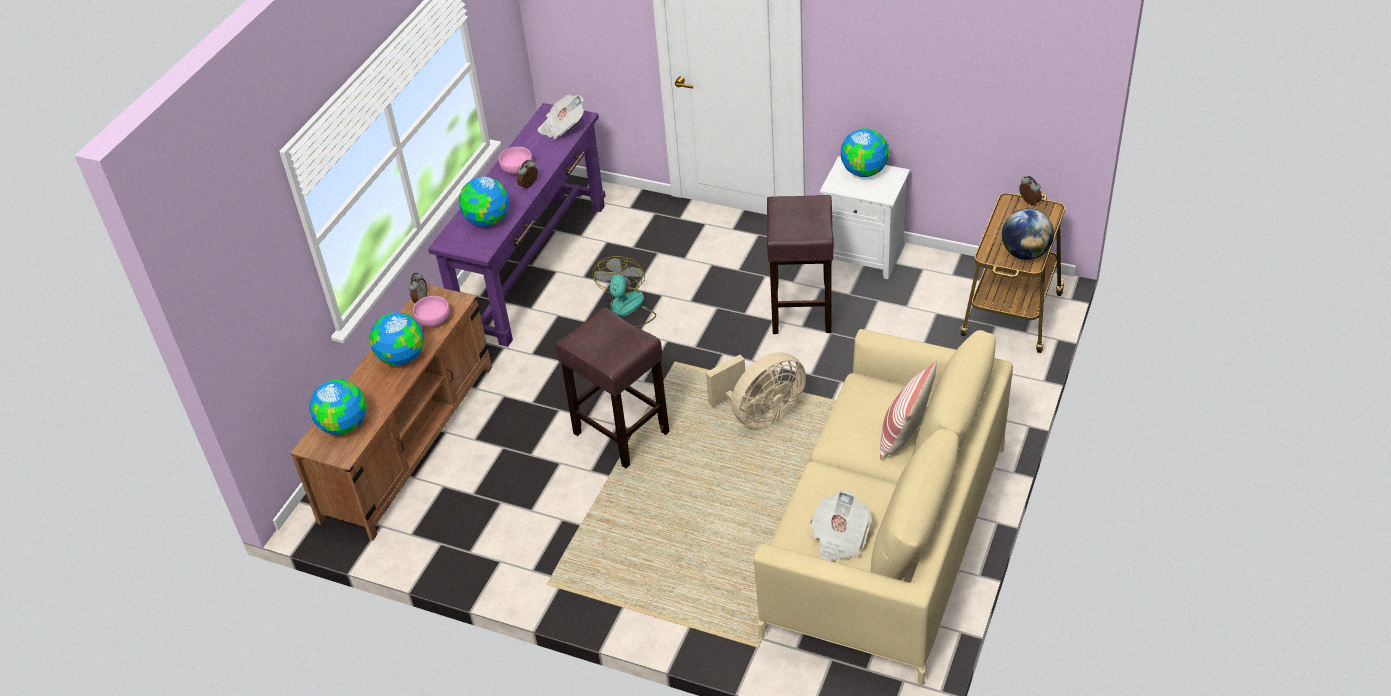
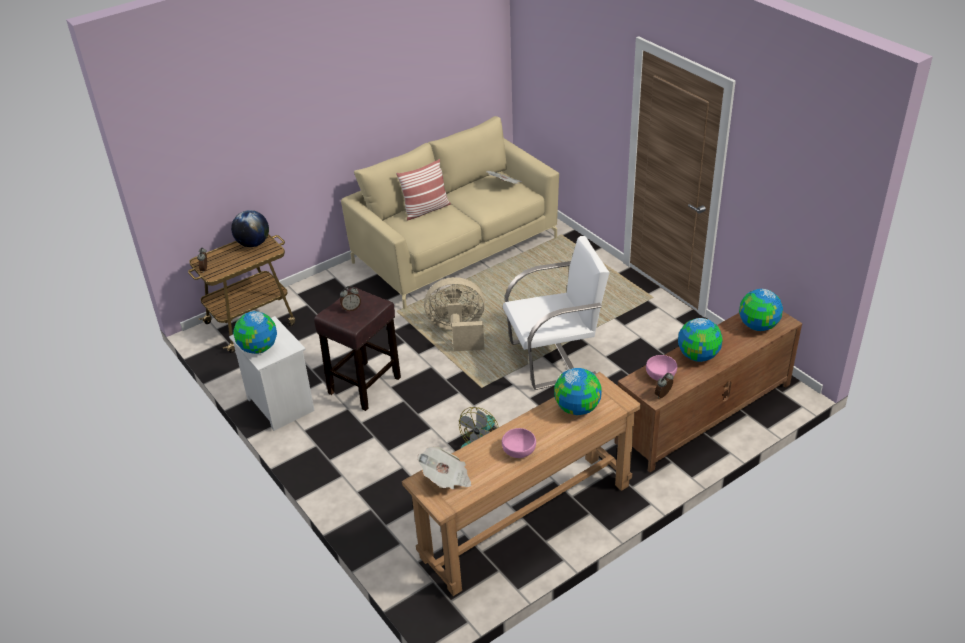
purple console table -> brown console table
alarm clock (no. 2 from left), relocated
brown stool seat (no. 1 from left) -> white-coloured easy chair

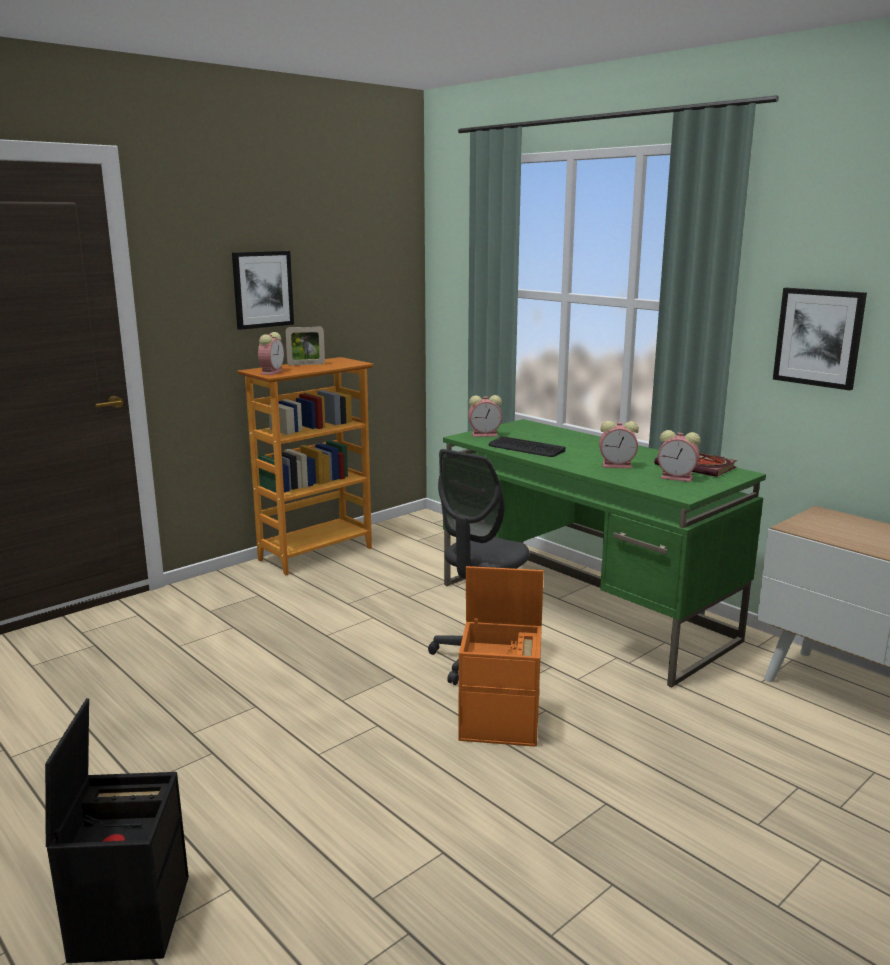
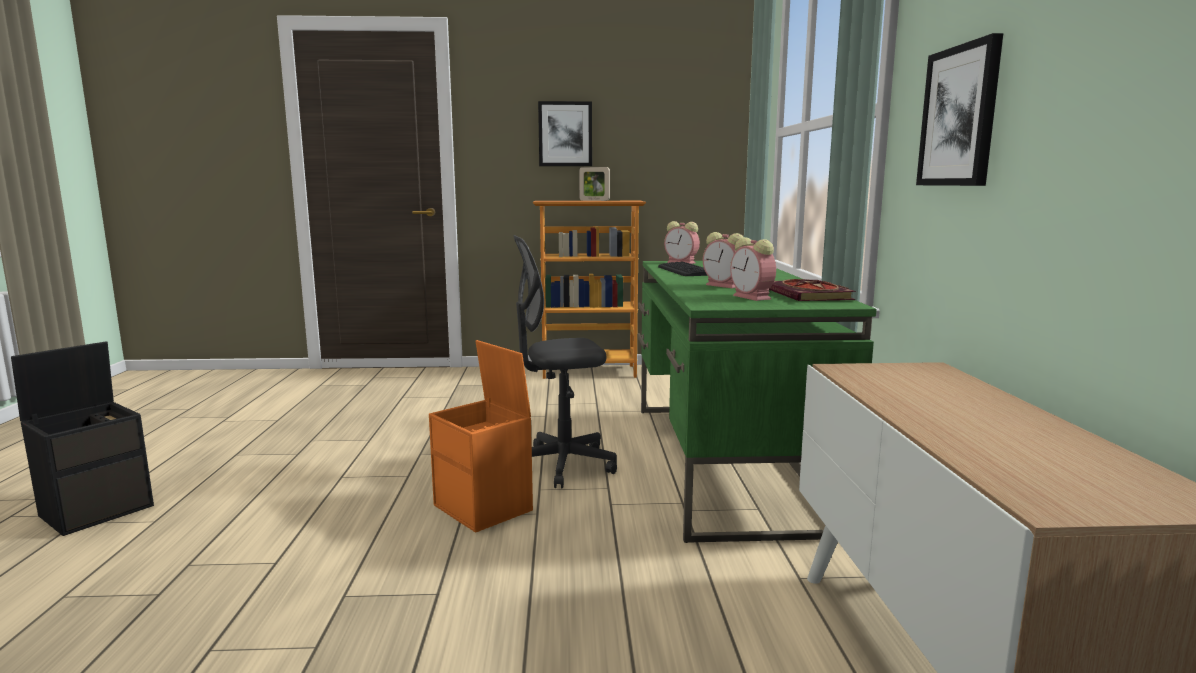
alarm clock (no. 1 from left) -> none

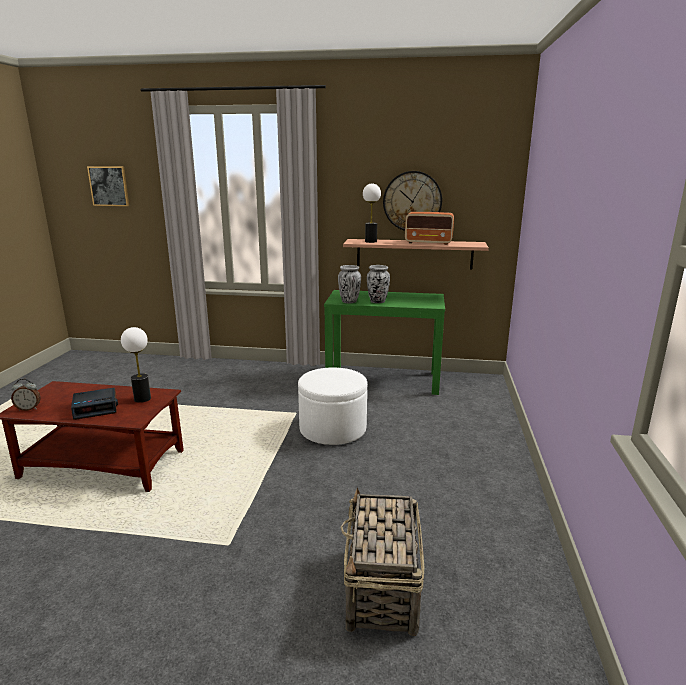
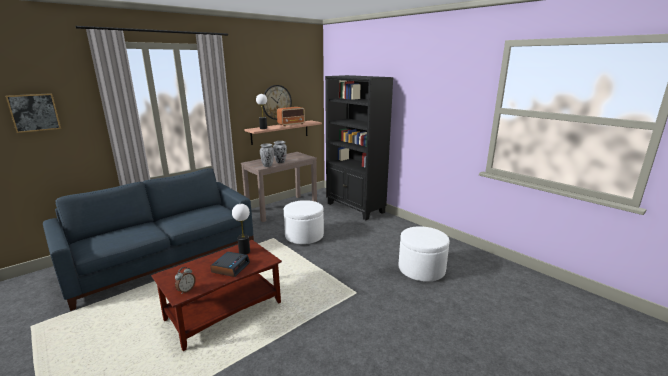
green console table -> brown console table
storage basket -> white-coloured ottoman (no. 2 from left)
none -> blue settee
none -> black shelving unit

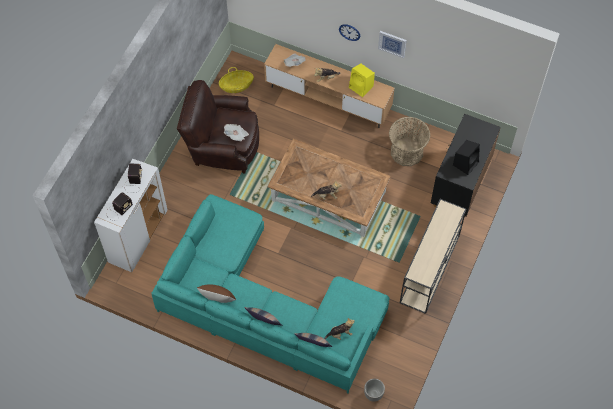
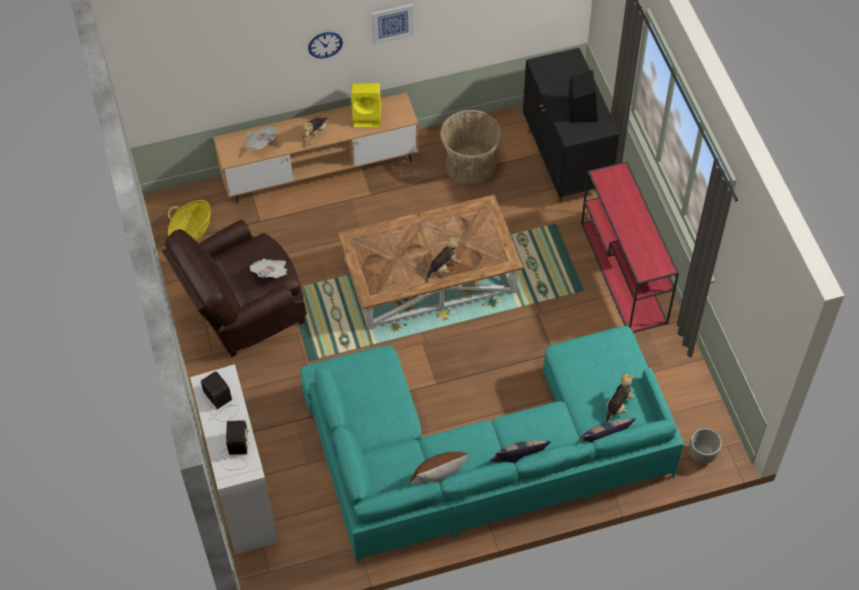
sand-coloured console table -> red console table

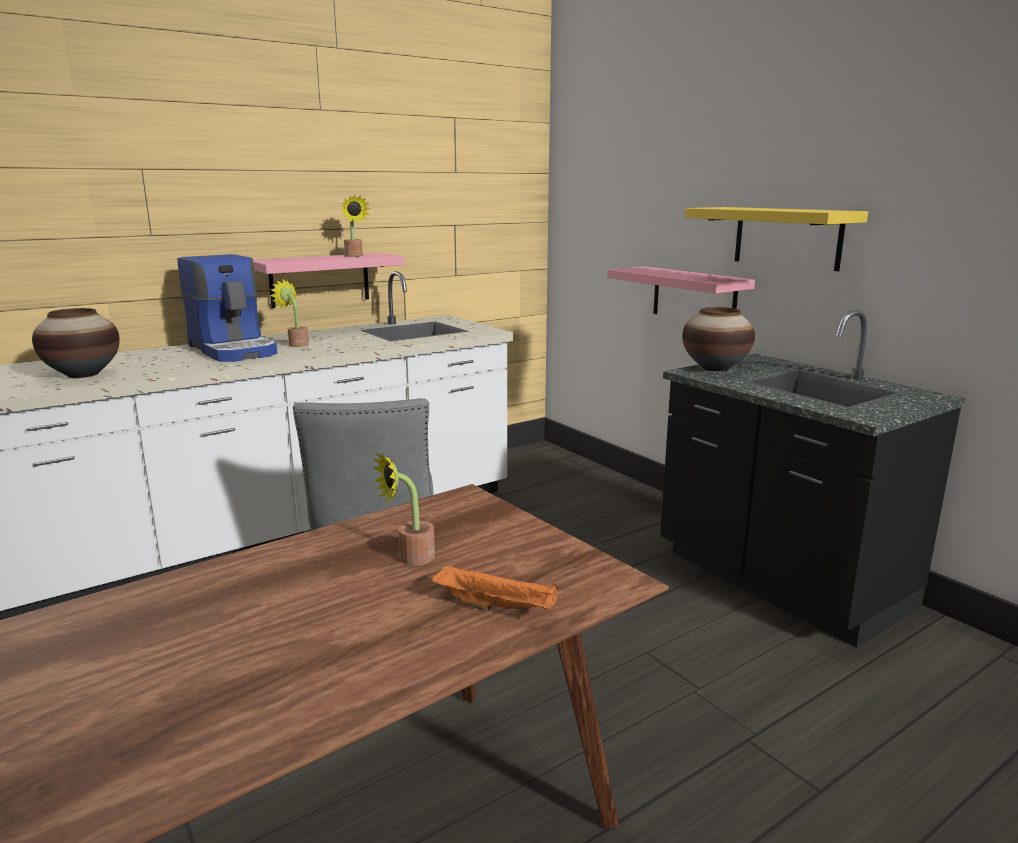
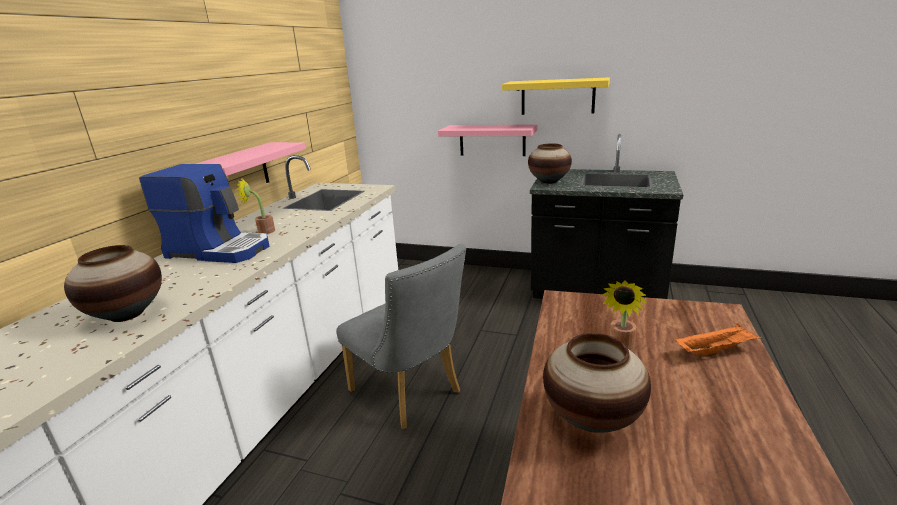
potted plant (no. 2 from left) -> none
none -> vase (no. 3 from left)

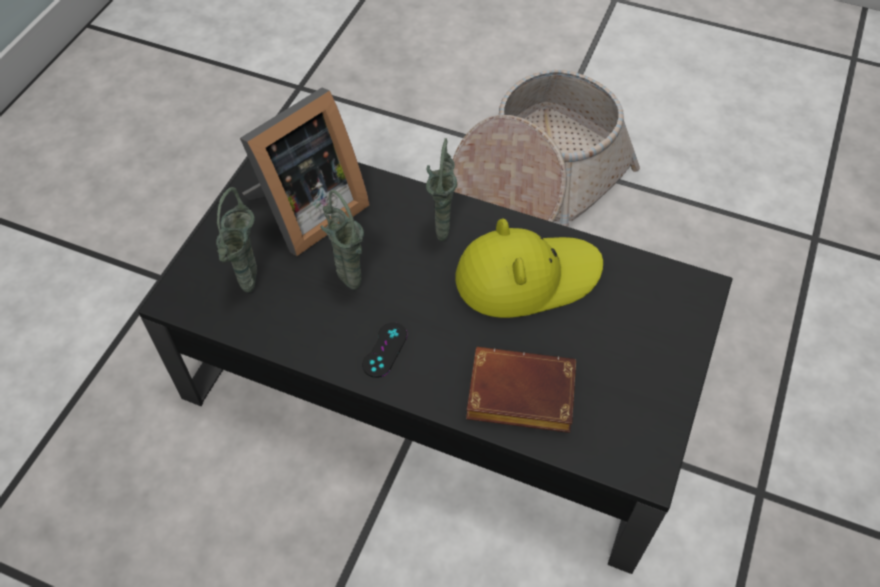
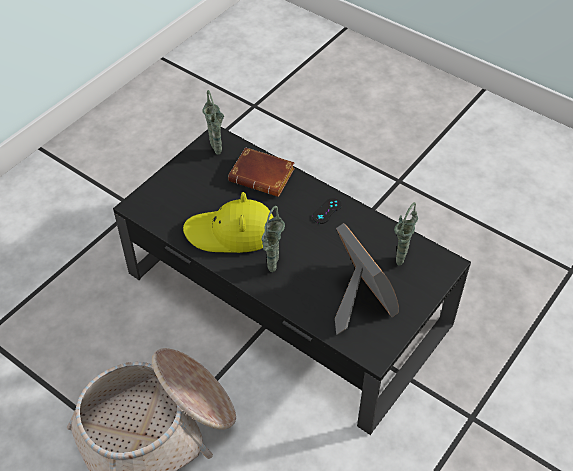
photo frame, 90 degrees clockwise
green vase (no. 2 from left in the first image) -> green vase (no. 1 from left), relocated

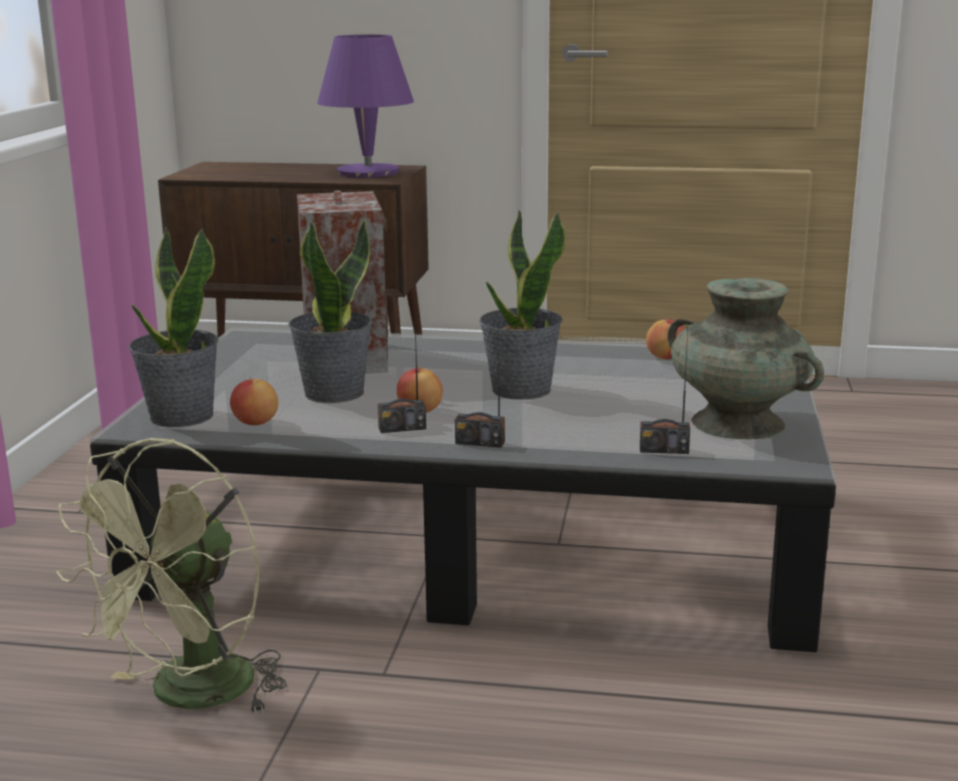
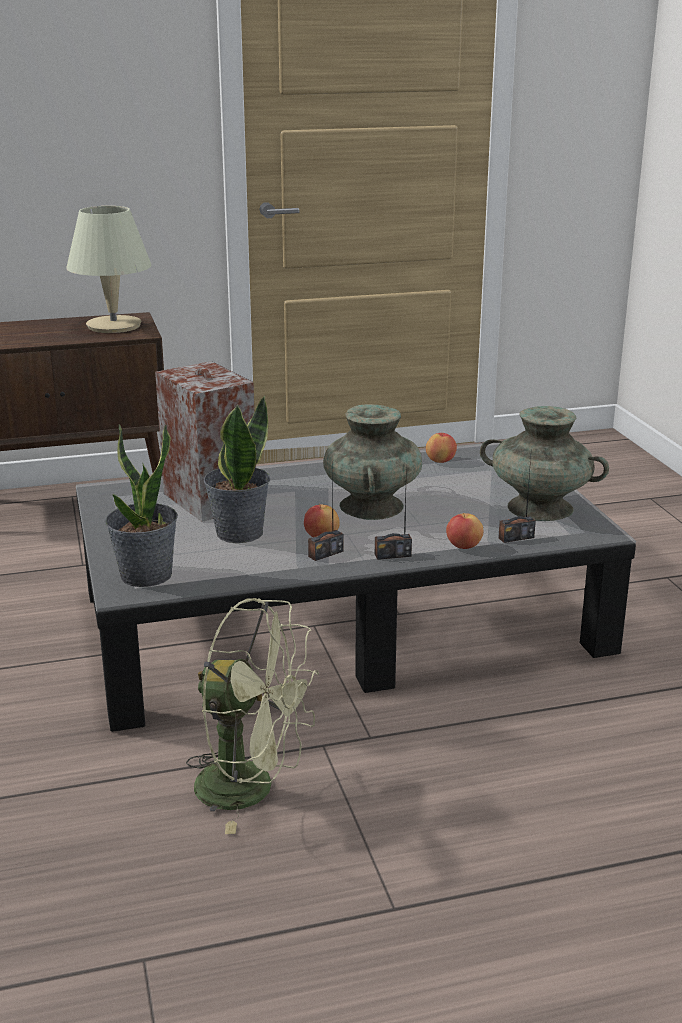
green cooling fan, 75 degrees counterclockwise
whole apple (no. 1 from left in the first image) -> whole apple (no. 3 from left), relocated
purple tabletop lamp -> sand-coloured tabletop lamp
potted plant (no. 3 from left) -> turquoise-coloured vase (no. 1 from left)

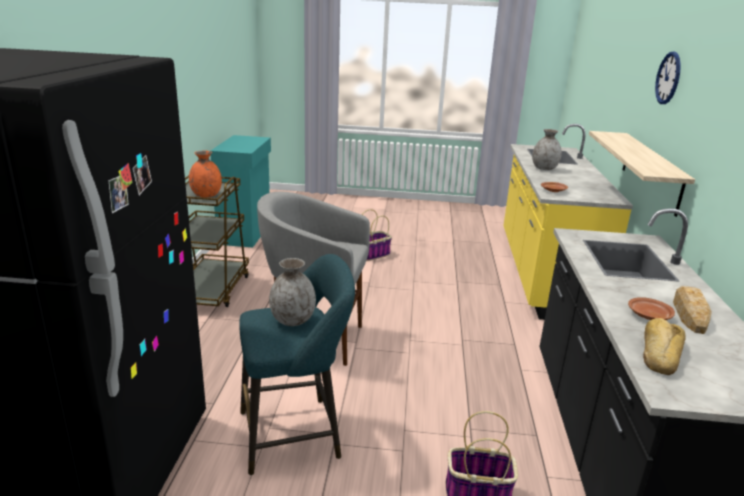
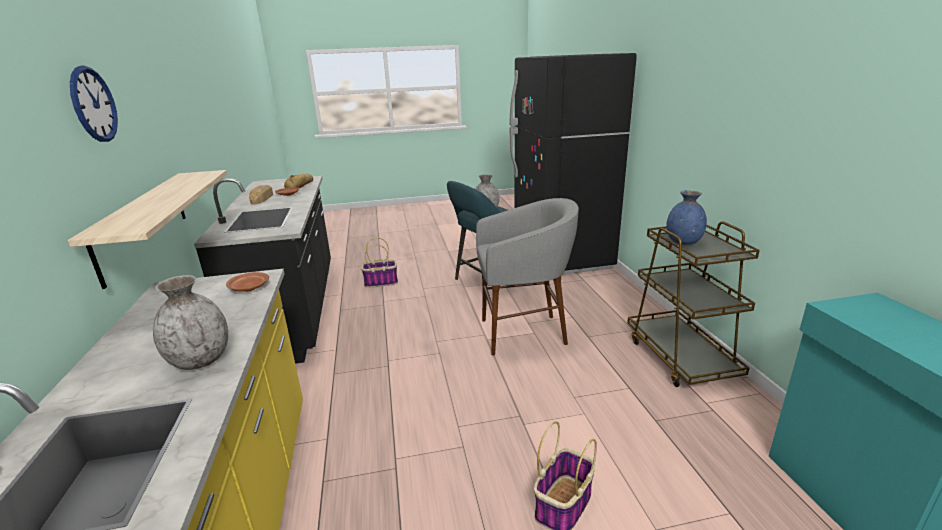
orangey vase -> blue vase

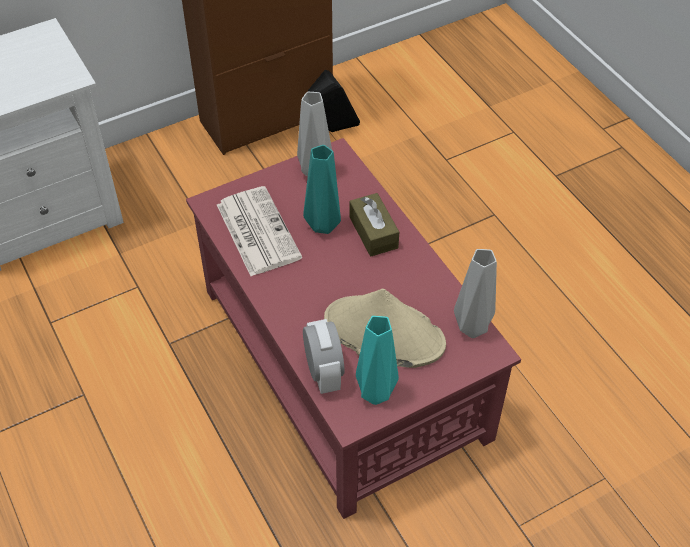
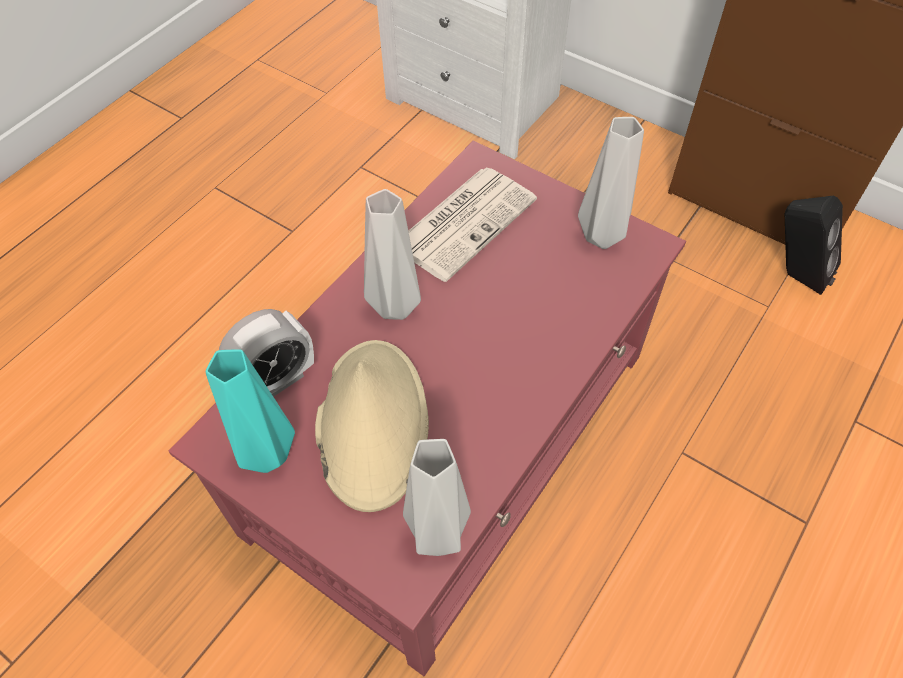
turquoise-coloured vase (no. 1 from left) -> none
brown tissue holder -> none
none -> gray vase (no. 1 from left)

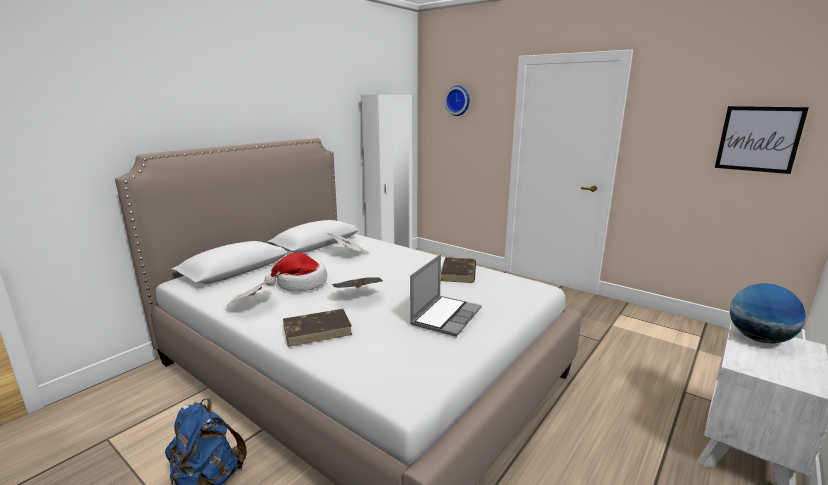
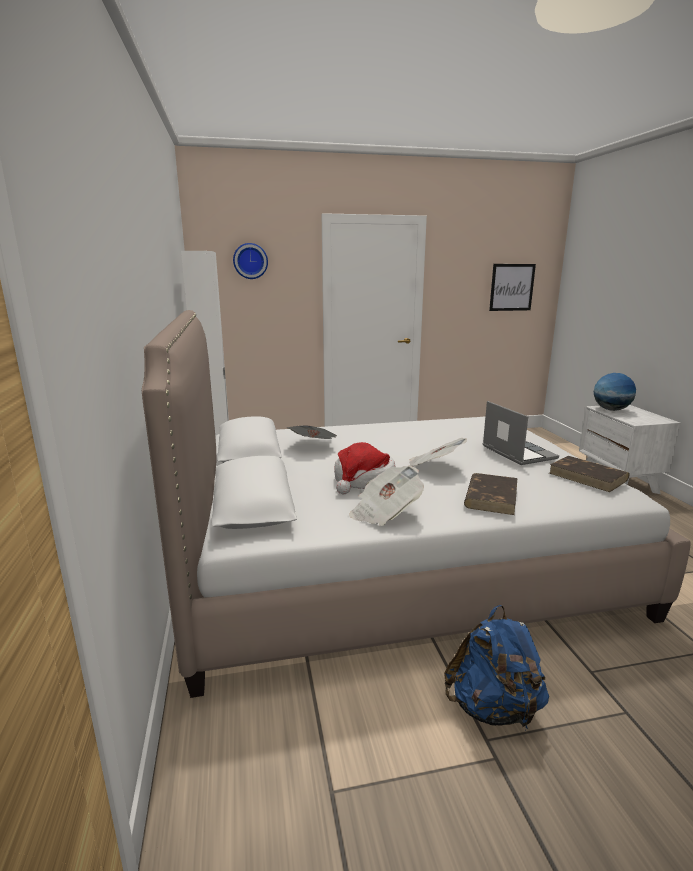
brown volume (no. 2 from left), relocated

